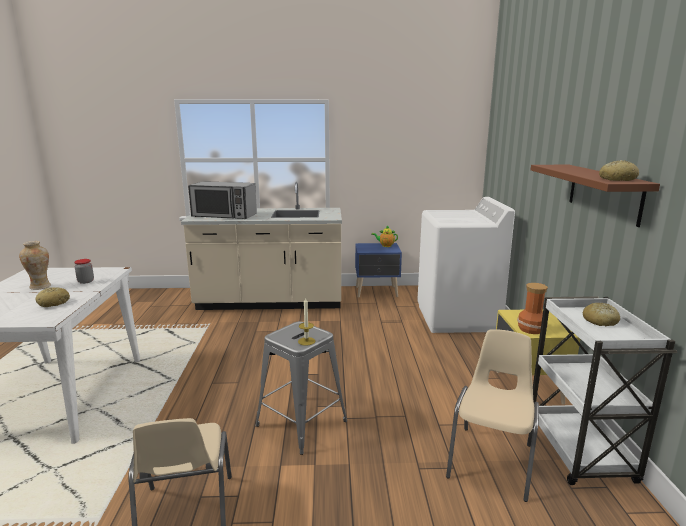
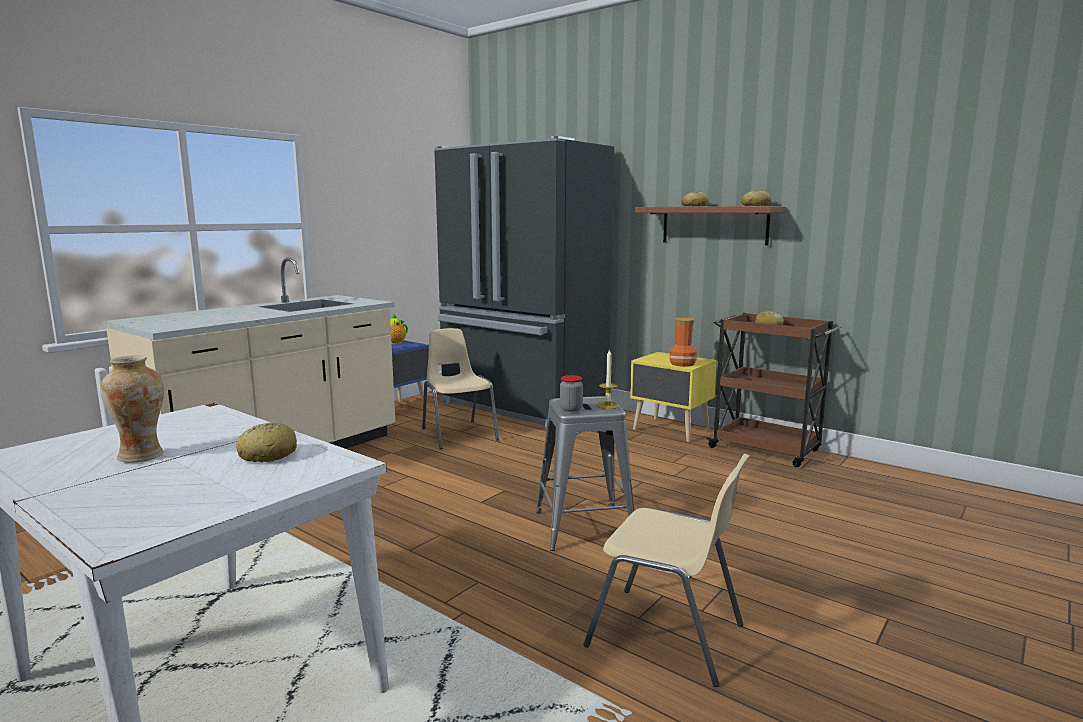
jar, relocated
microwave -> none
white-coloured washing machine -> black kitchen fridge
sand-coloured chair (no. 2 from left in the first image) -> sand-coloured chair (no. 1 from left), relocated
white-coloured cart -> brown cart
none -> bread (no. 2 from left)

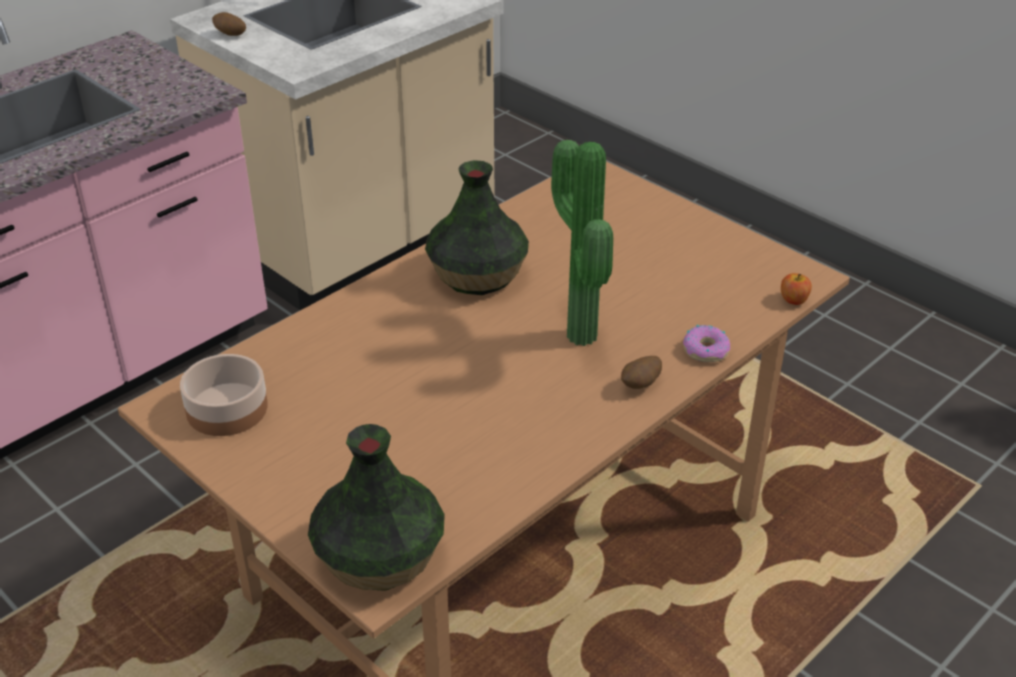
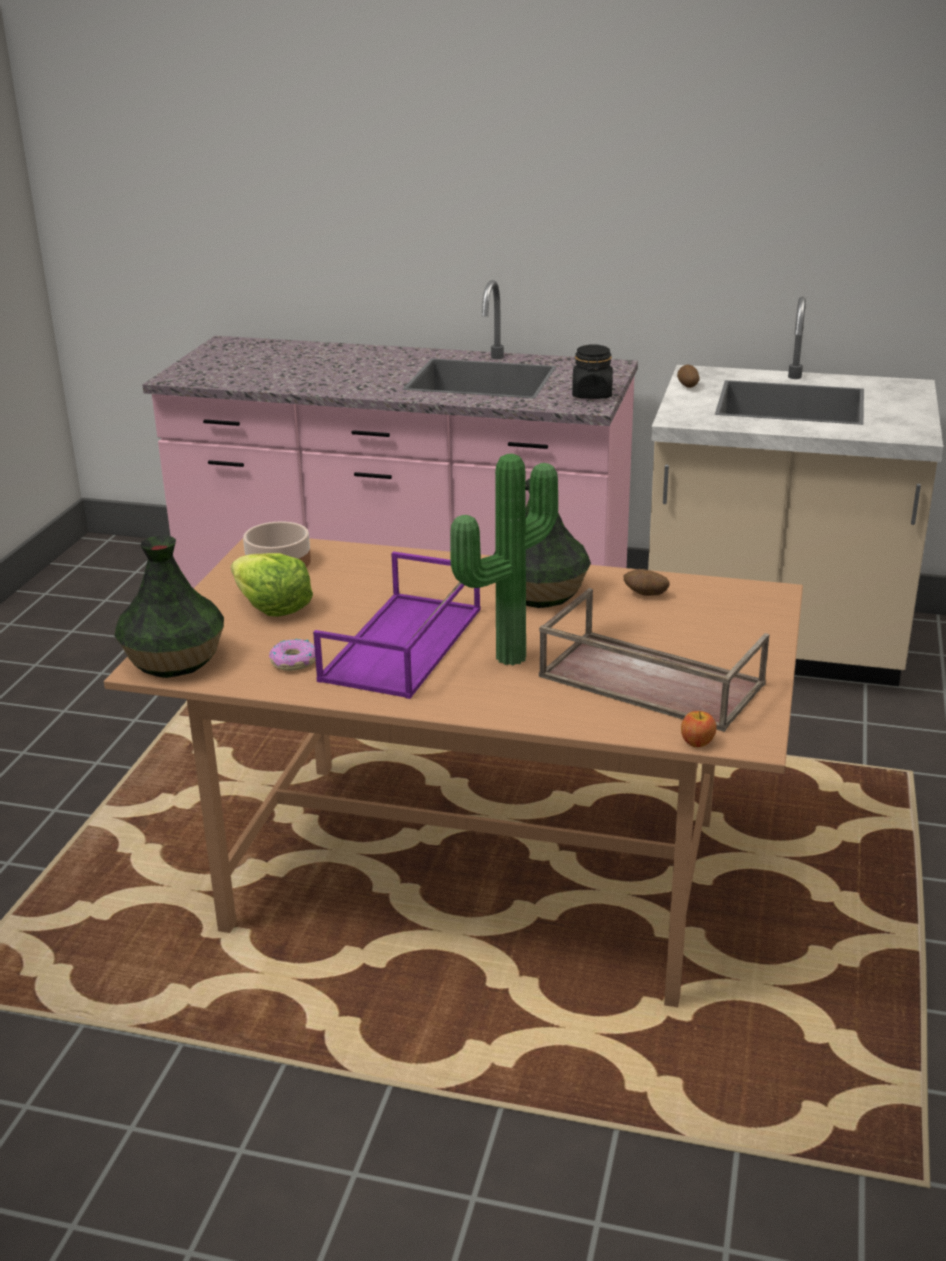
potato (no. 2 from left in the first image) -> potato (no. 1 from left), relocated
donut, relocated
none -> head of lettuce
none -> purple carrying tray
none -> brown carrying tray
none -> black jar

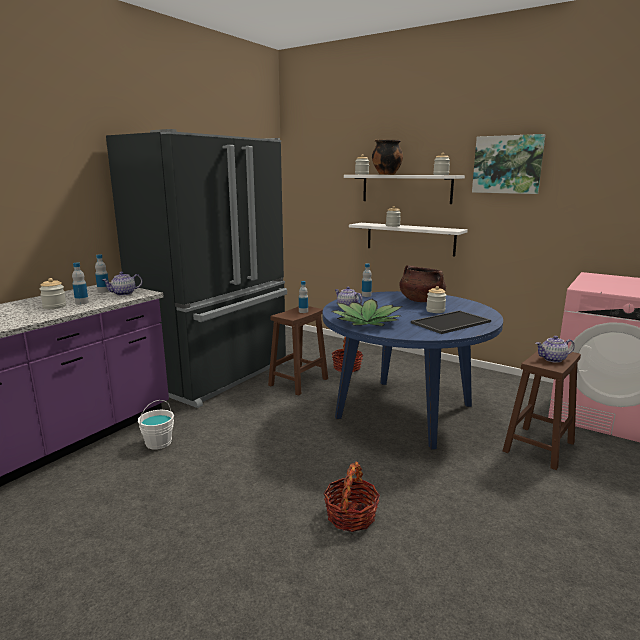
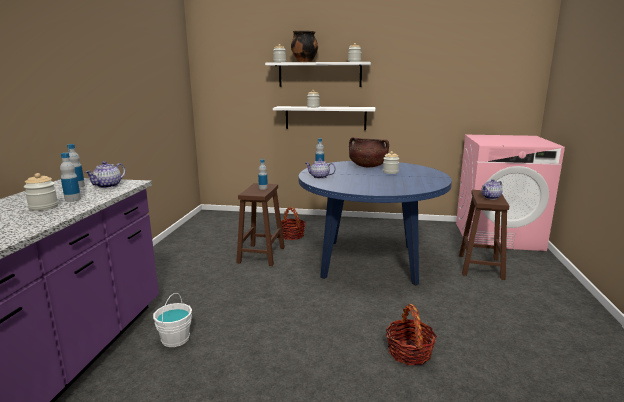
black kitchen fridge -> none
potted plant -> none
carrying tray -> none
picture -> none

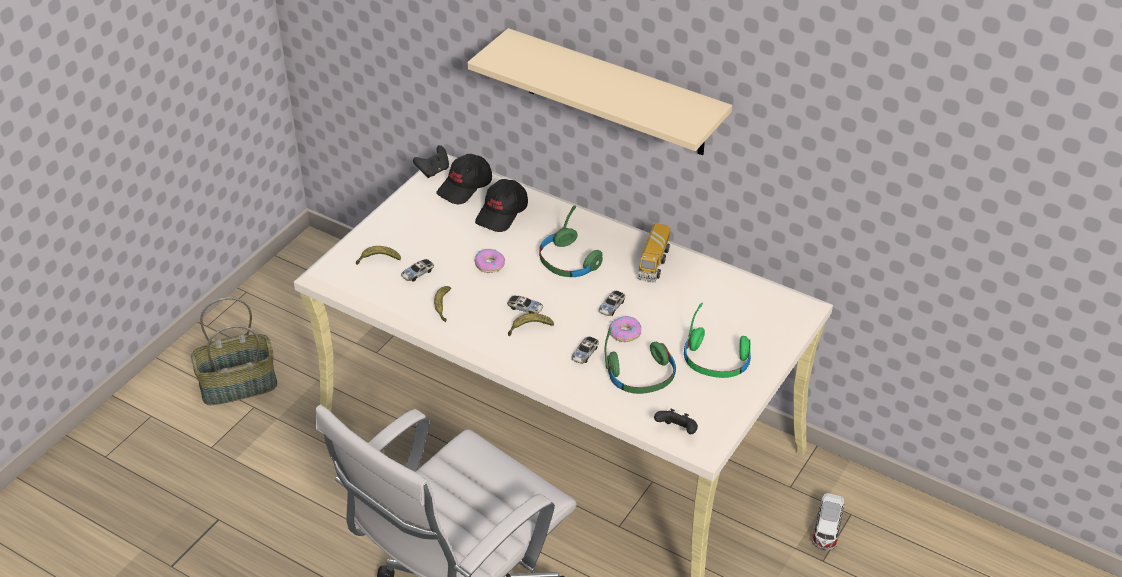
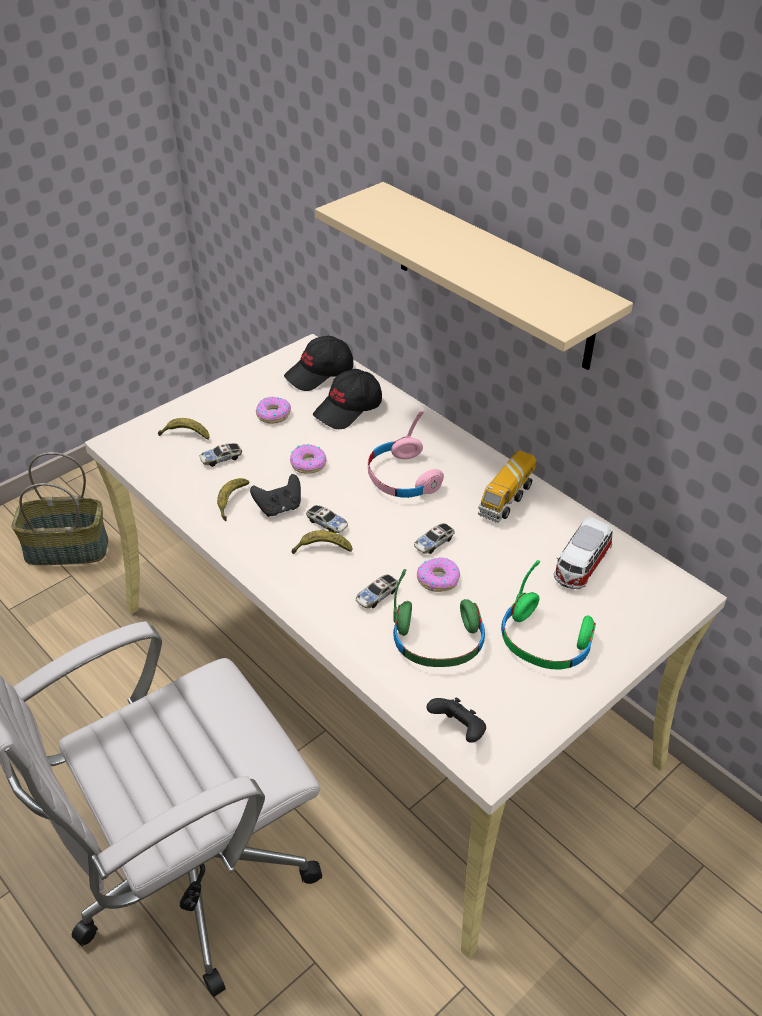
black gamepad (no. 1 from left), relocated
green headphones (no. 1 from left) -> pink-coloured headphones
model car (no. 5 from left), relocated
none -> donut (no. 1 from left)

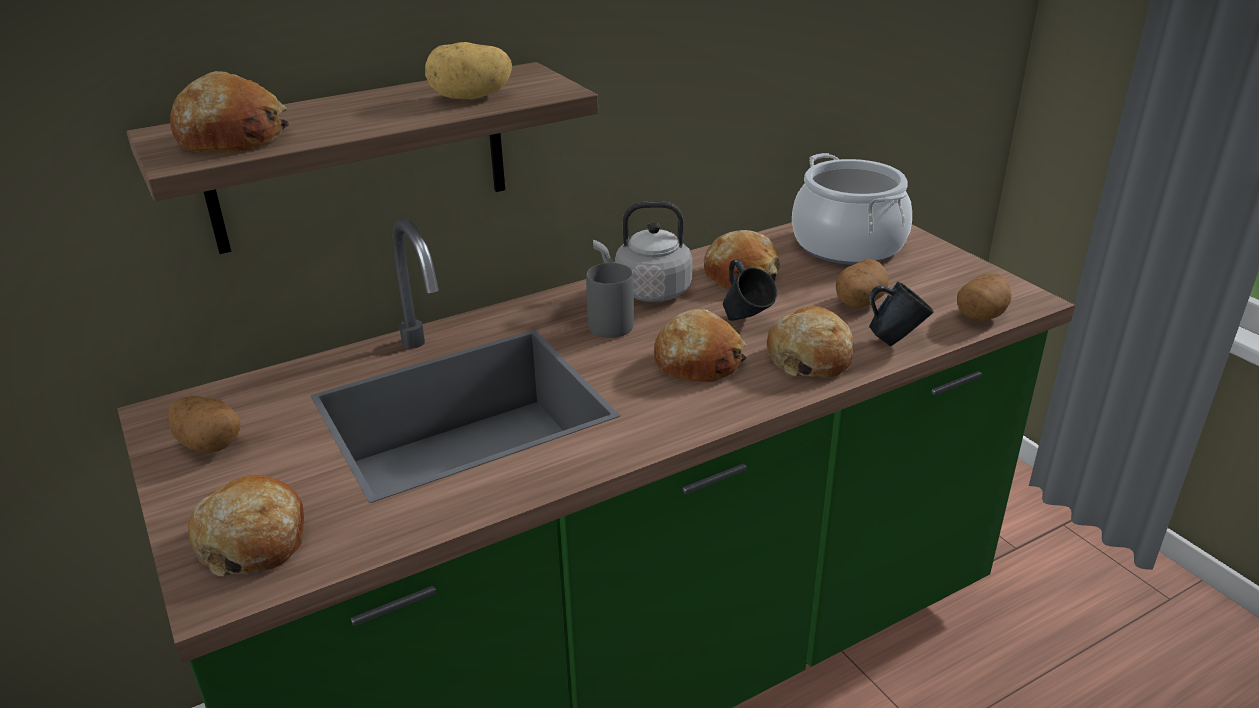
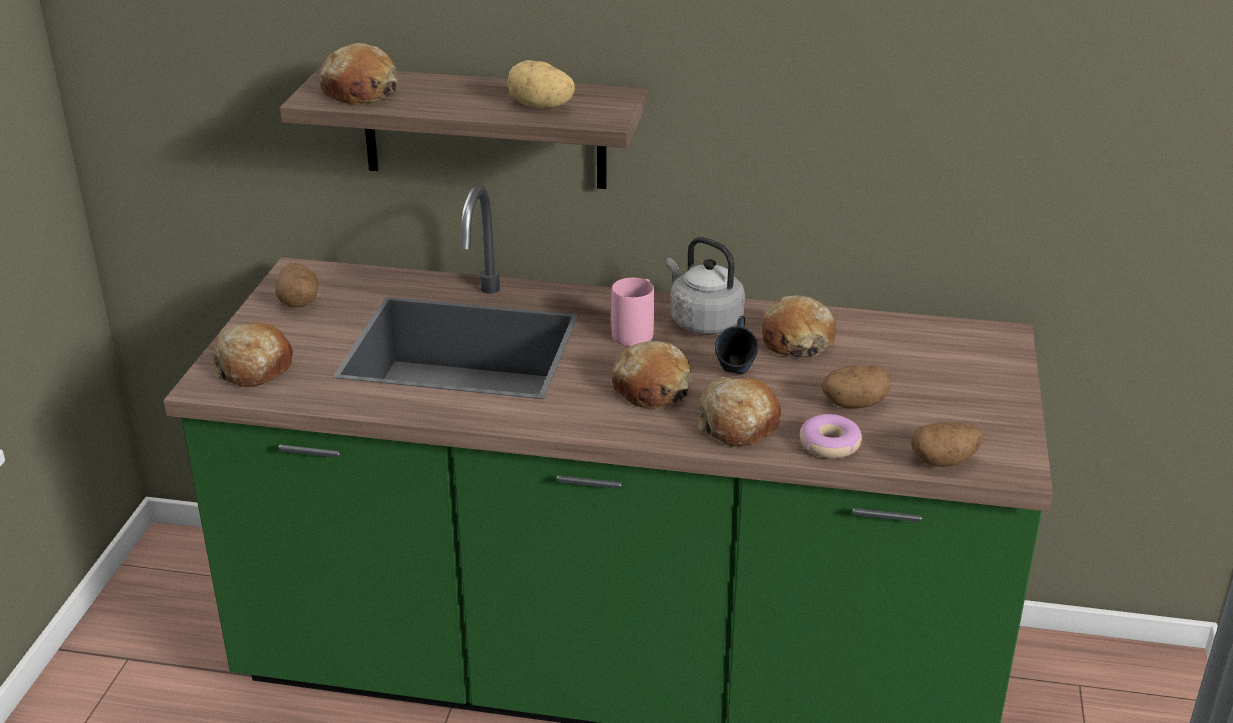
gray tea mug -> pink-coloured tea mug
stockpot -> none
blue tea mug (no. 2 from left) -> donut

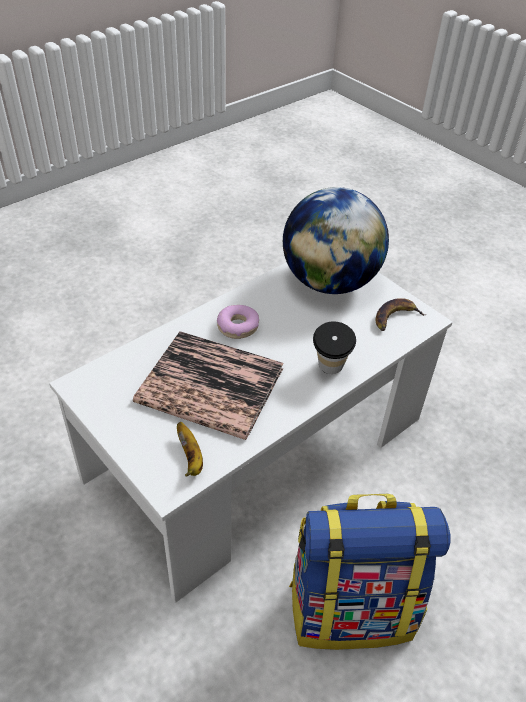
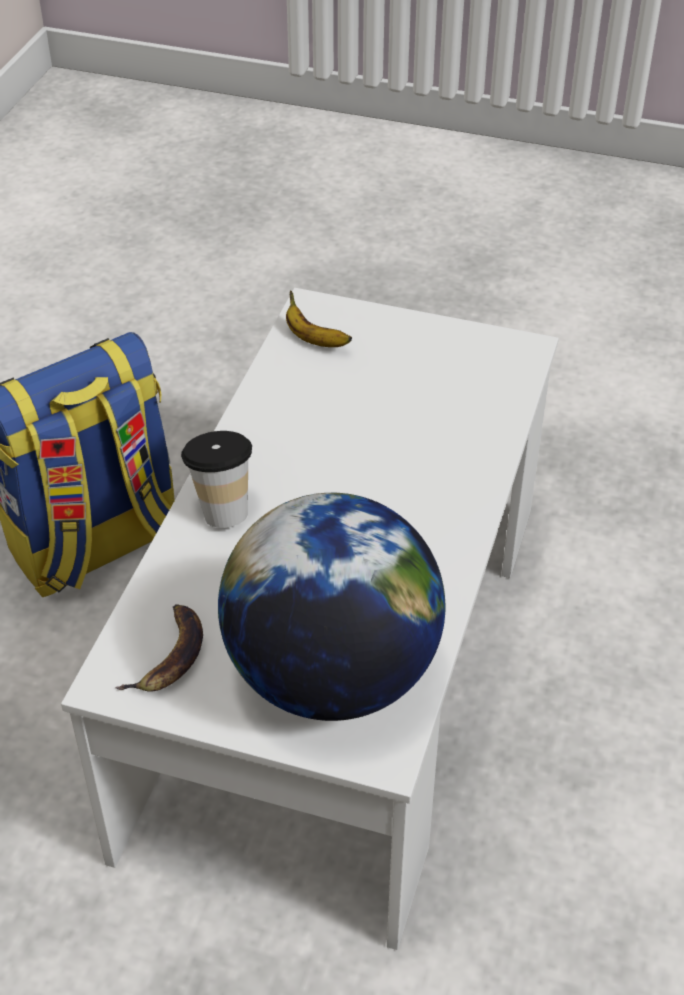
volume -> none
donut -> none

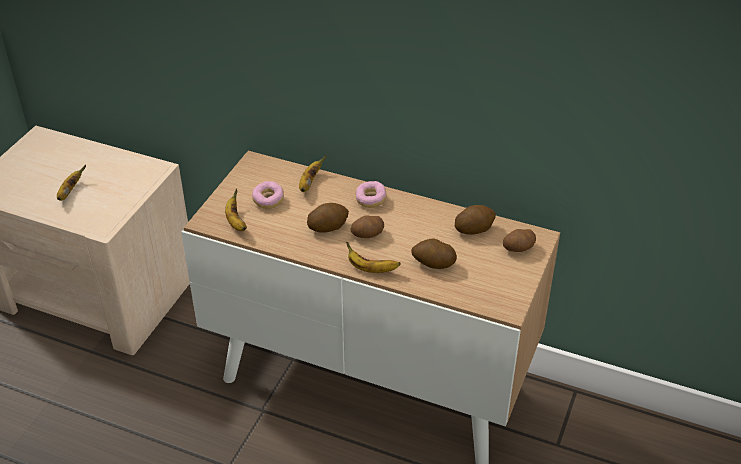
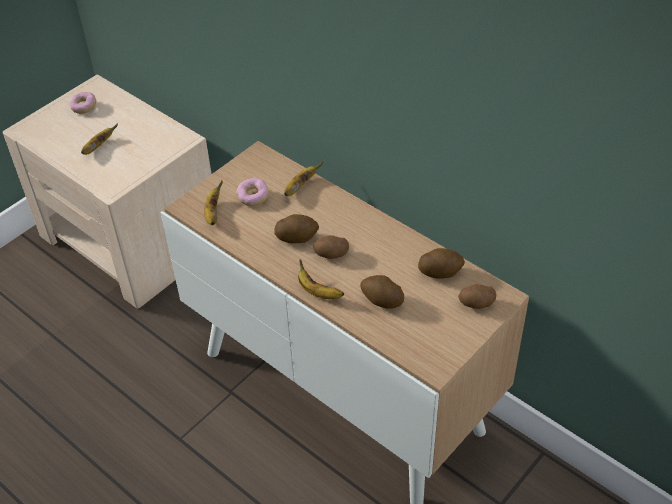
donut (no. 2 from left in the first image) -> donut (no. 1 from left), relocated

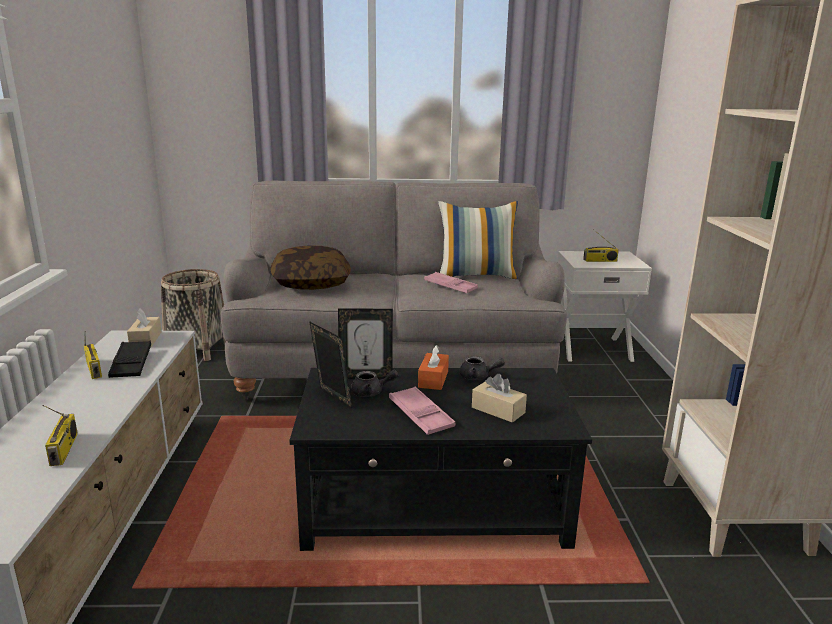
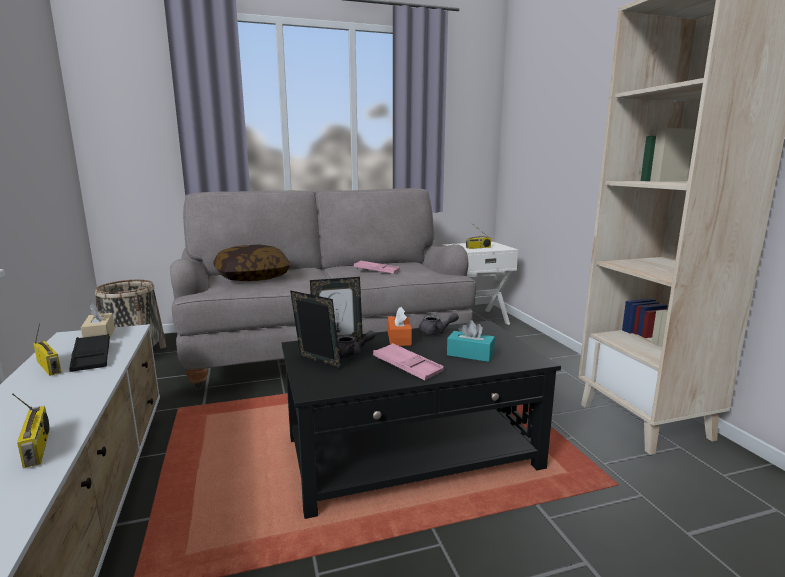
cushion (no. 2 from left) -> none
sand-coloured tissue holder (no. 2 from left) -> turquoise-coloured tissue holder

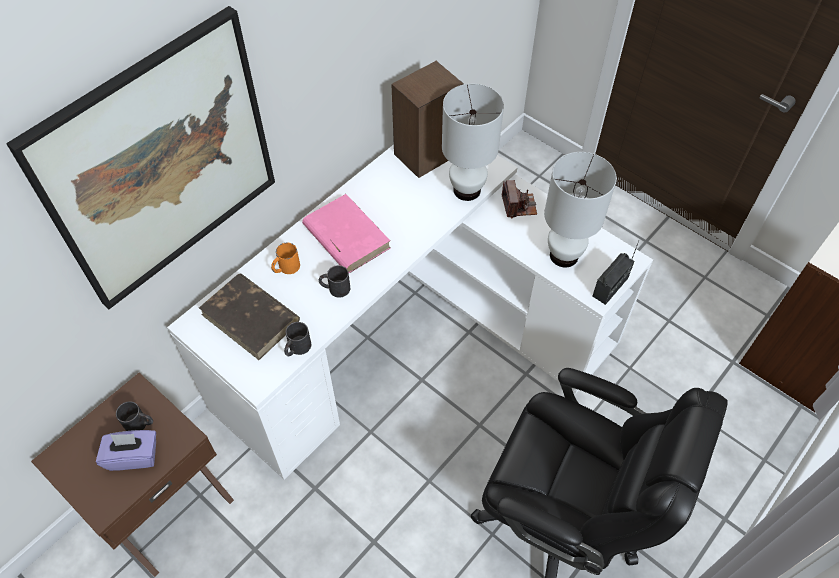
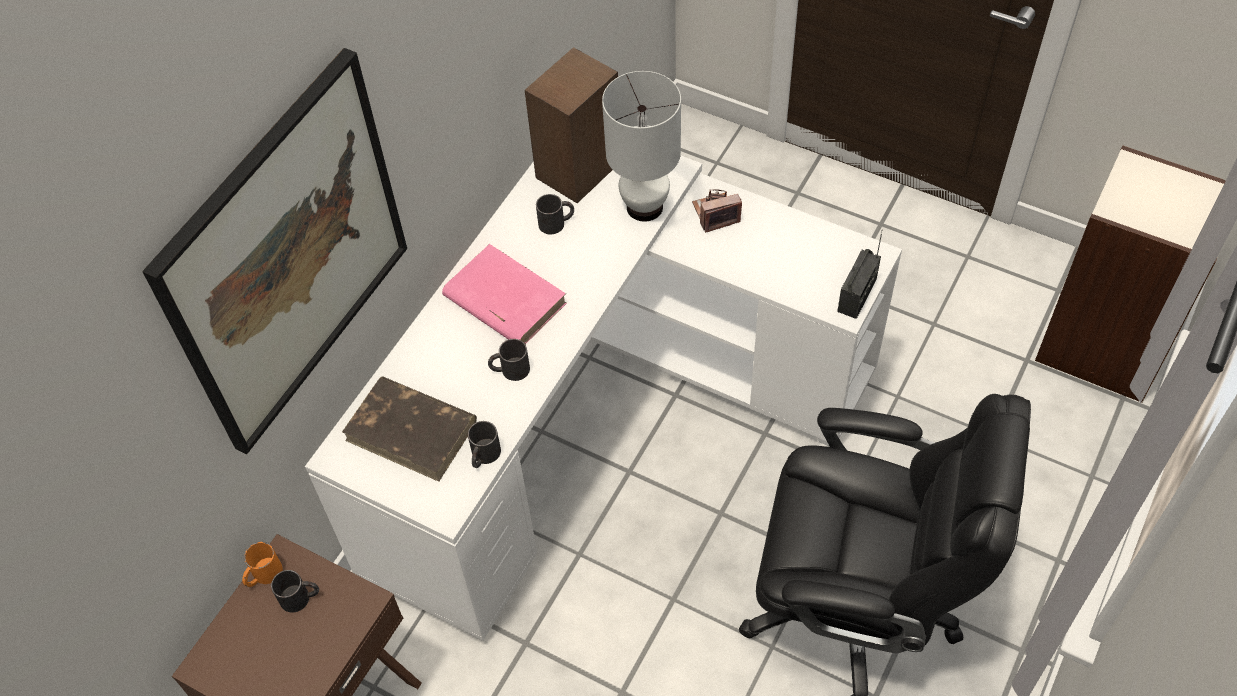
purple tissue holder -> none
orangey tea mug, relocated
photo camera, 90 degrees counterclockwise
white-coloured tabletop lamp (no. 2 from left) -> none
none -> black tea mug (no. 4 from left)

